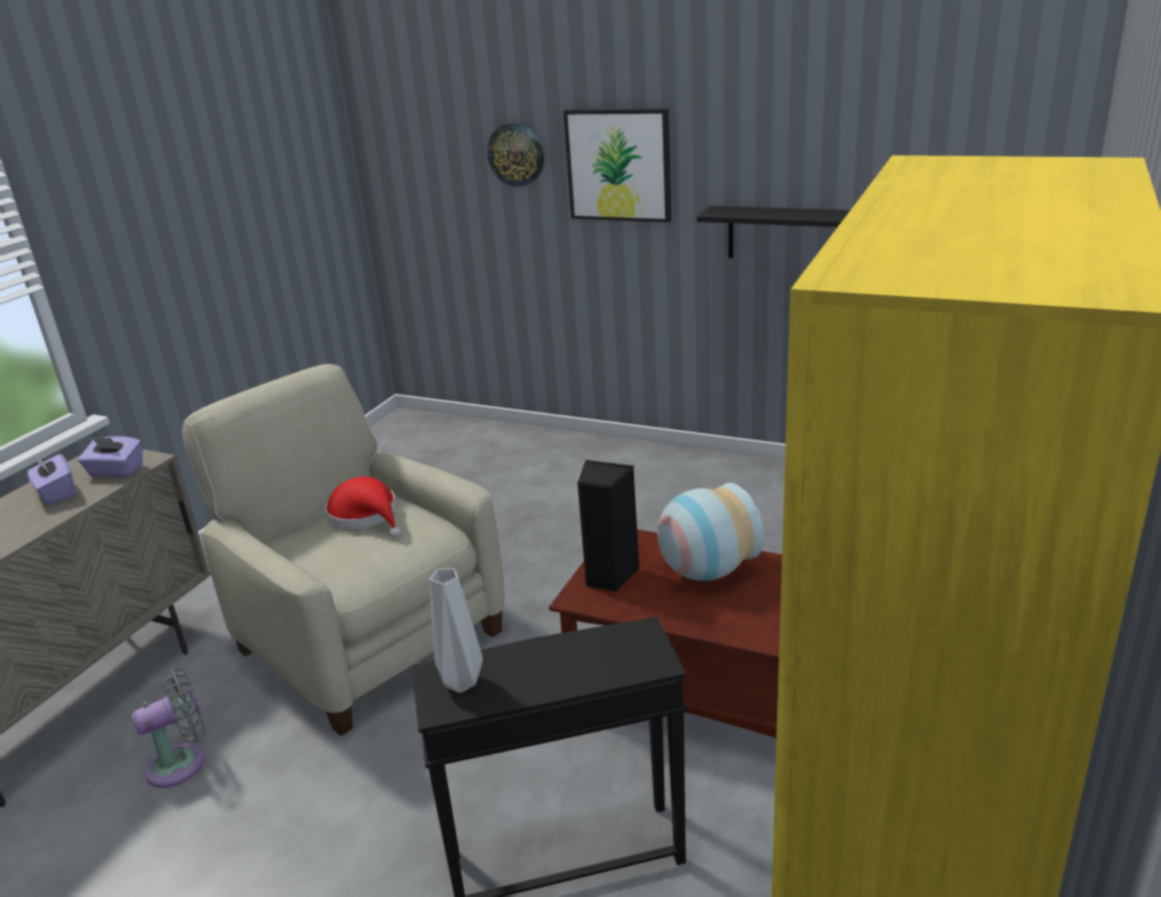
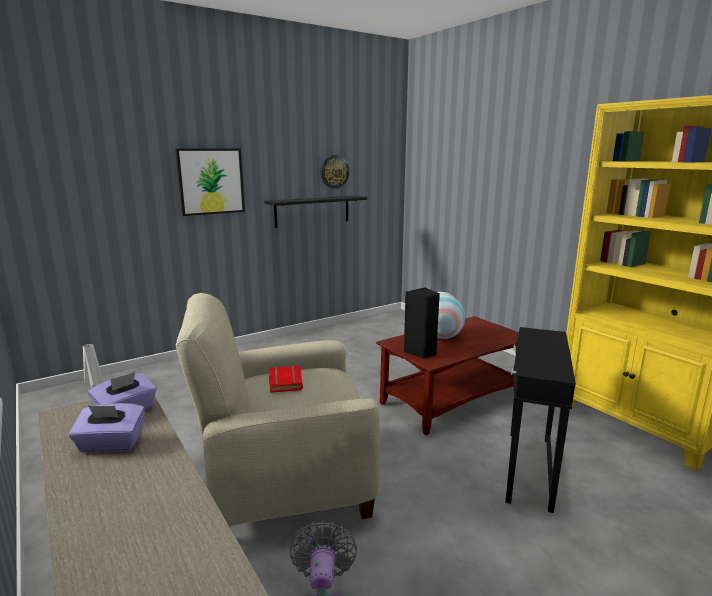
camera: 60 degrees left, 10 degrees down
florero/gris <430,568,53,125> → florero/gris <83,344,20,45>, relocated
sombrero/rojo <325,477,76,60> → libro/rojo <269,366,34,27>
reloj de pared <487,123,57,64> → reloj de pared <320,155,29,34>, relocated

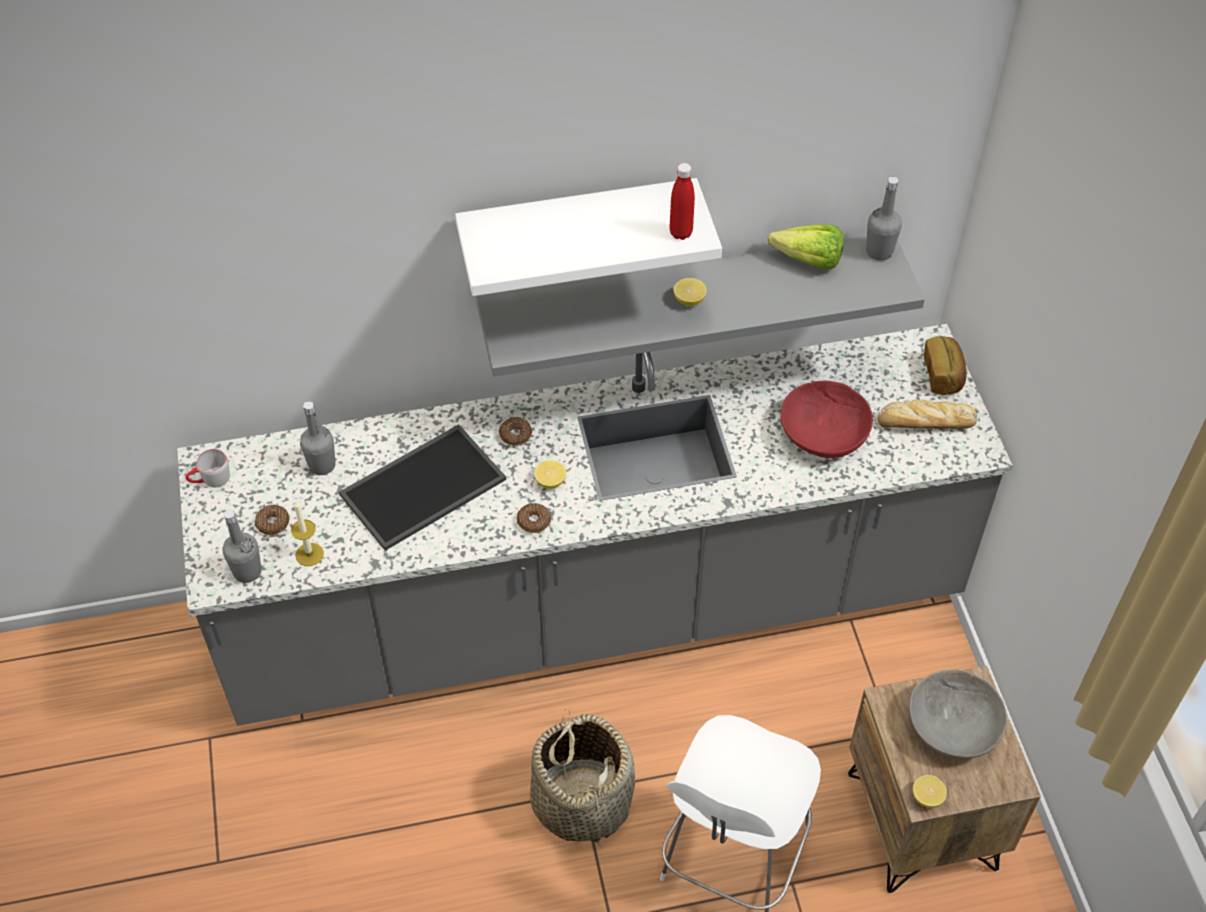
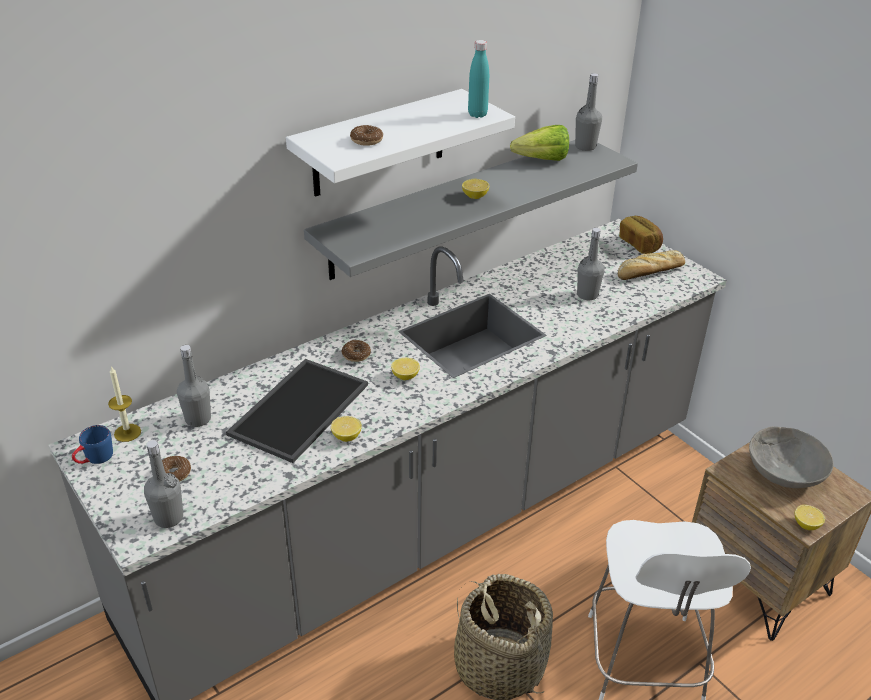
camera: 25 degrees left, 15 degrees down
taza grande/gris <186,449,44,38> → taza grande/azul <72,425,41,39>
vela <291,501,33,65> → vela <108,366,33,76>, relocated
- → limón <331,416,31,26>
rosquilla <517,503,34,30> → rosquilla <350,125,33,21>, relocated
botella/rojo <669,163,26,77> → botella/turquesa <468,40,21,78>
cuenco/rojo <780,381,93,77> → botella/gris <577,228,27,72>

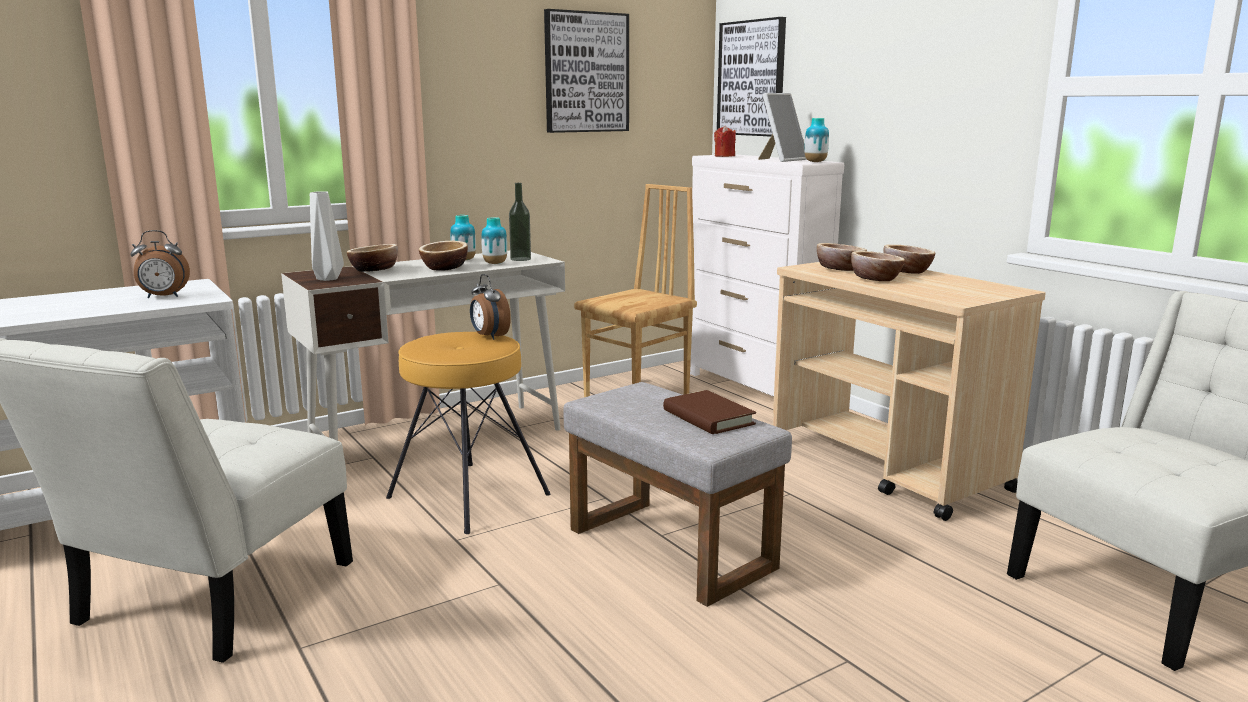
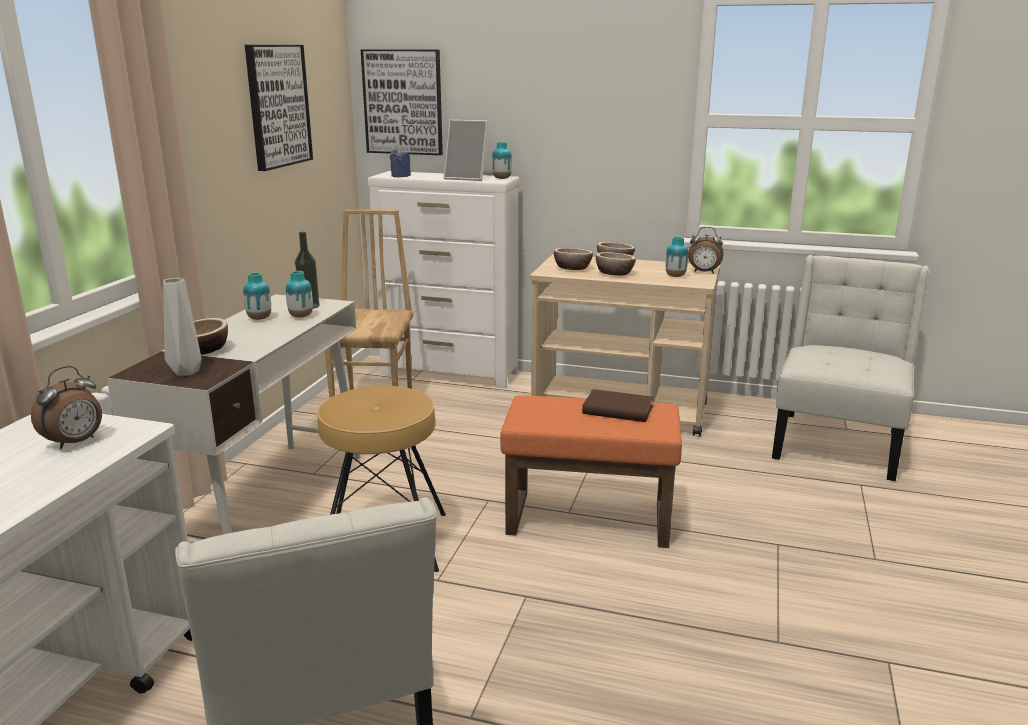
camera: 40 degrees left, 5 degrees up
vela/rojo <714,125,22,32> → vela/azul <390,148,21,29>
portarretratos <758,93,48,69> → portarretratos <443,120,45,61>, 105 degrees clockwise
puf/gris <563,382,229,225> → puf/naranja <500,395,182,153>
- → florero <666,237,22,40>
despertador <470,274,41,66> → despertador <688,227,36,47>, relocated
cuenco <419,241,49,30> → -

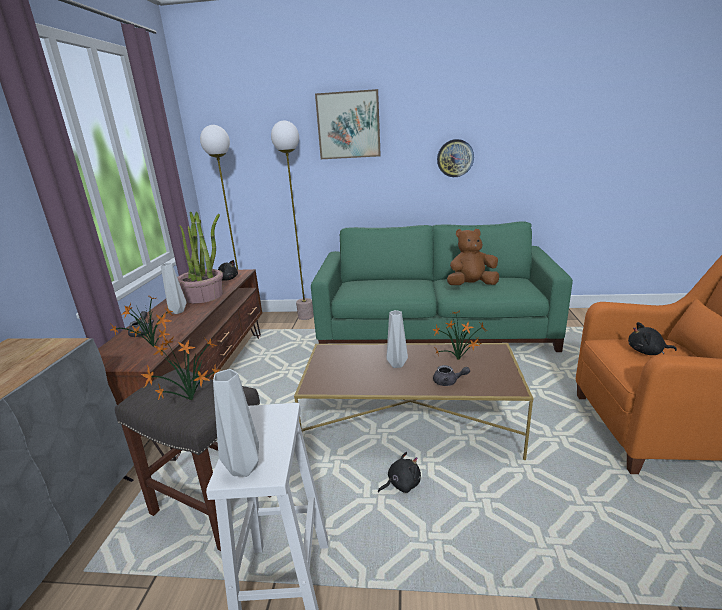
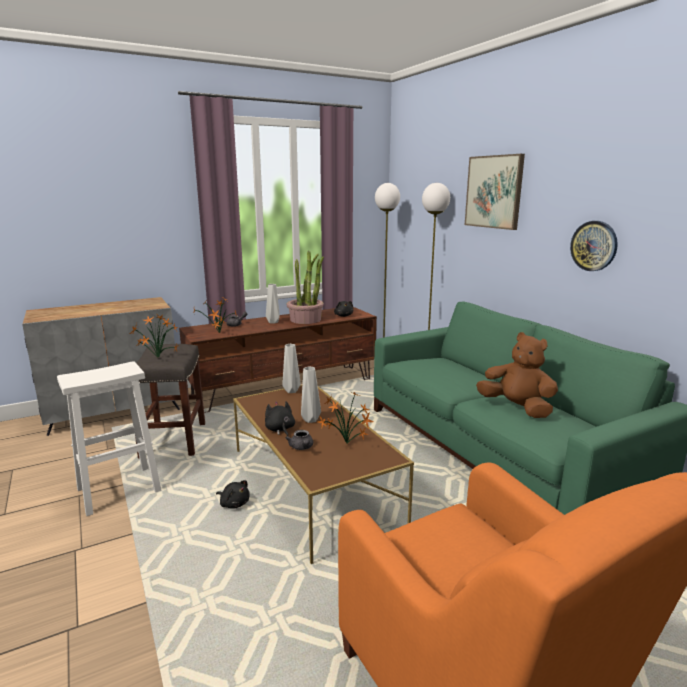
camera: 55 degrees right, 5 degrees down
peluche/negro <628,322,49,33> → peluche/negro <265,401,30,36>, relocated
florero/gris <213,369,46,108> → florero/gris <282,344,19,49>, relocated

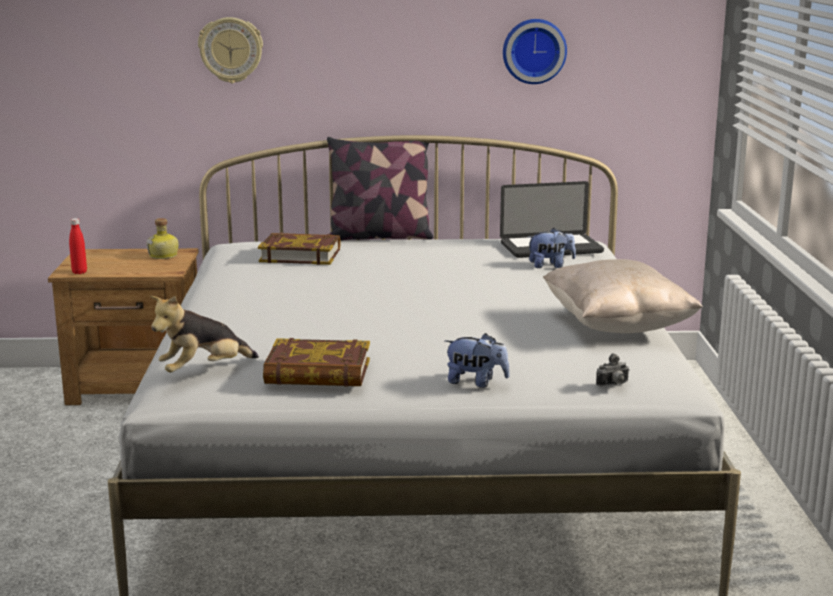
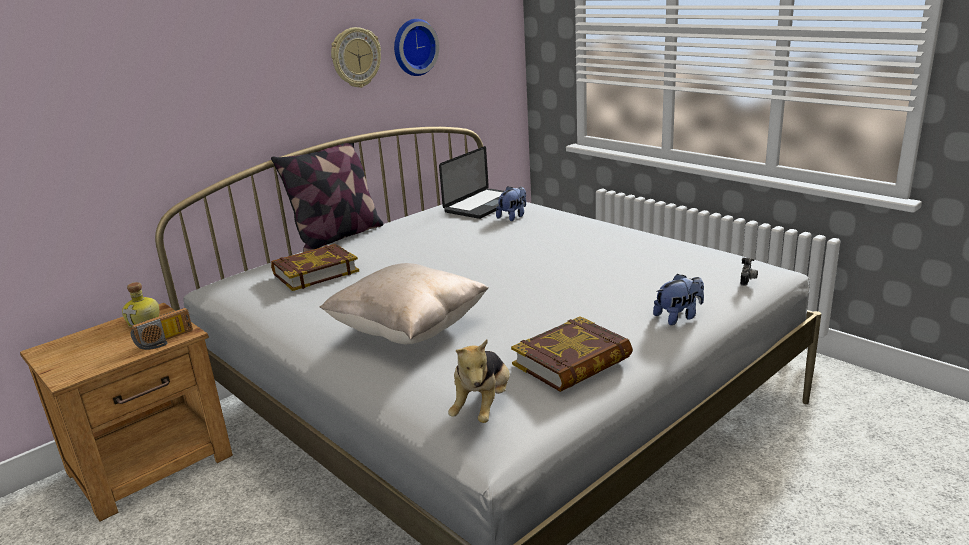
camera: 40 degrees left, 5 degrees up
- → radio <131,308,62,42>
cojín/beis <543,259,160,74> → cojín/beis <320,263,169,82>, relocated
reloj de pared <198,17,65,66> → reloj de pared <331,27,50,61>, relocated
botella/rojo <69,218,18,56> → -

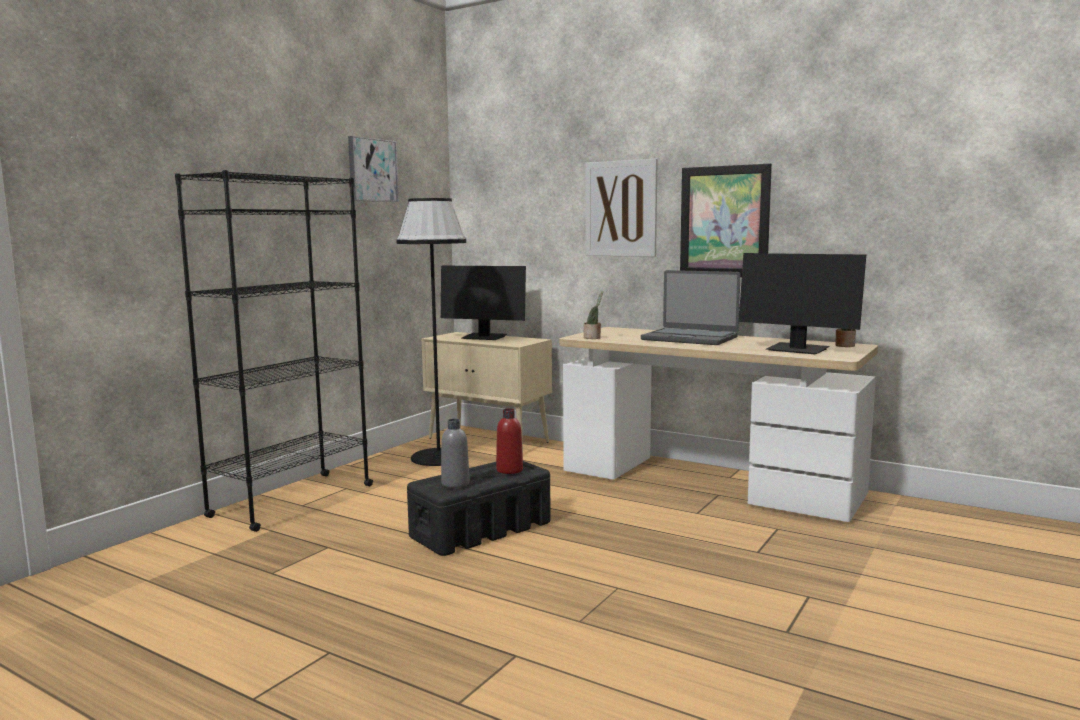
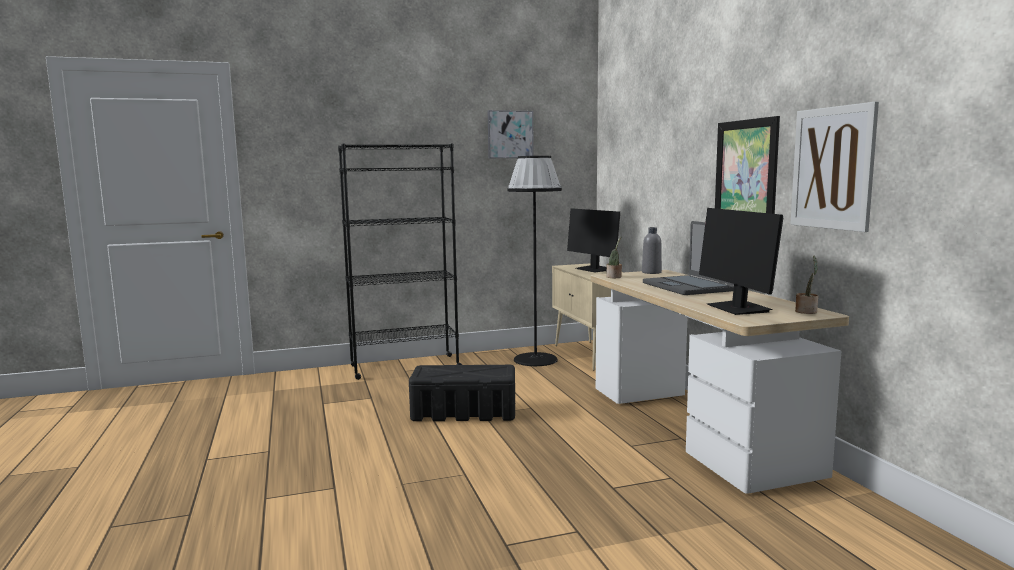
camera: 40 degrees right, 0 degrees up
botella/gris <441,419,29,69> → botella/gris <642,227,20,47>, relocated
cuadro <585,159,73,98> → cuadro <790,102,89,130>, relocated
botella/rojo <496,408,27,66> → -

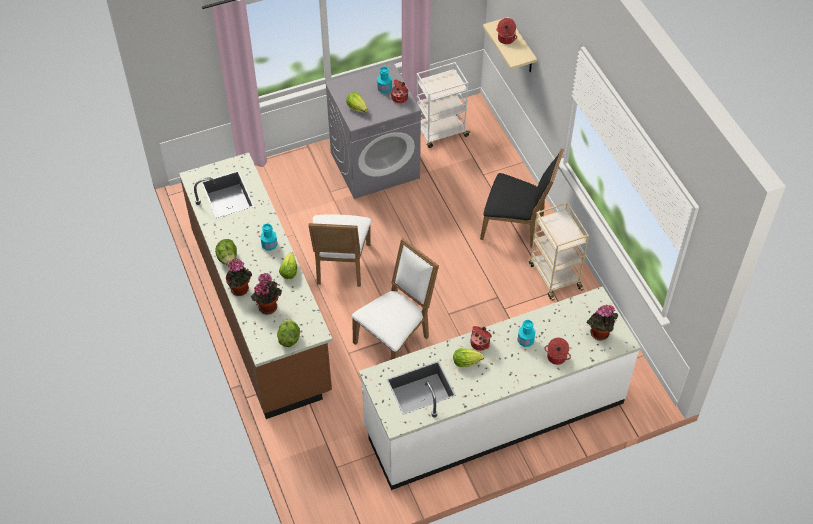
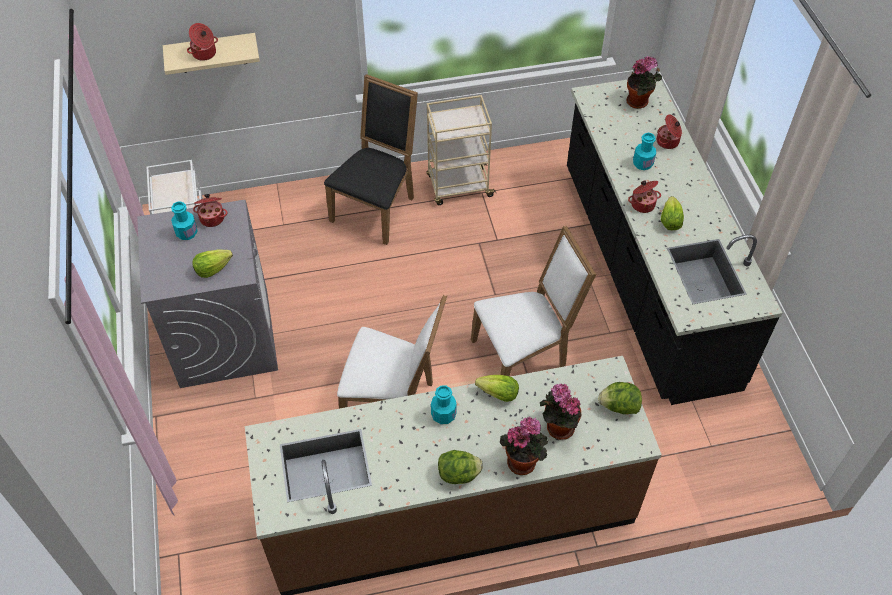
camera: 80 degrees left, 0 degrees up
silla/blanco <352,239,87,121> → silla/blanco <471,226,125,150>, 105 degrees clockwise
mueble bajo de cocina/blanco <359,286,282,204> → mueble bajo de cocina/negro <567,80,215,325>

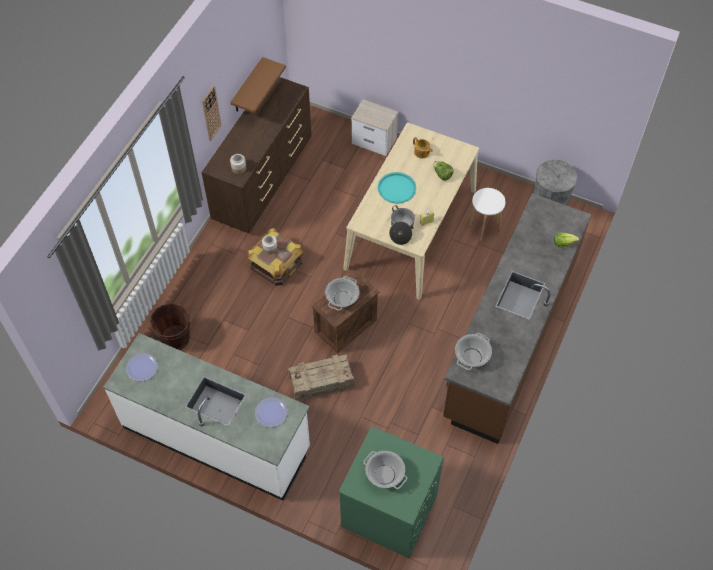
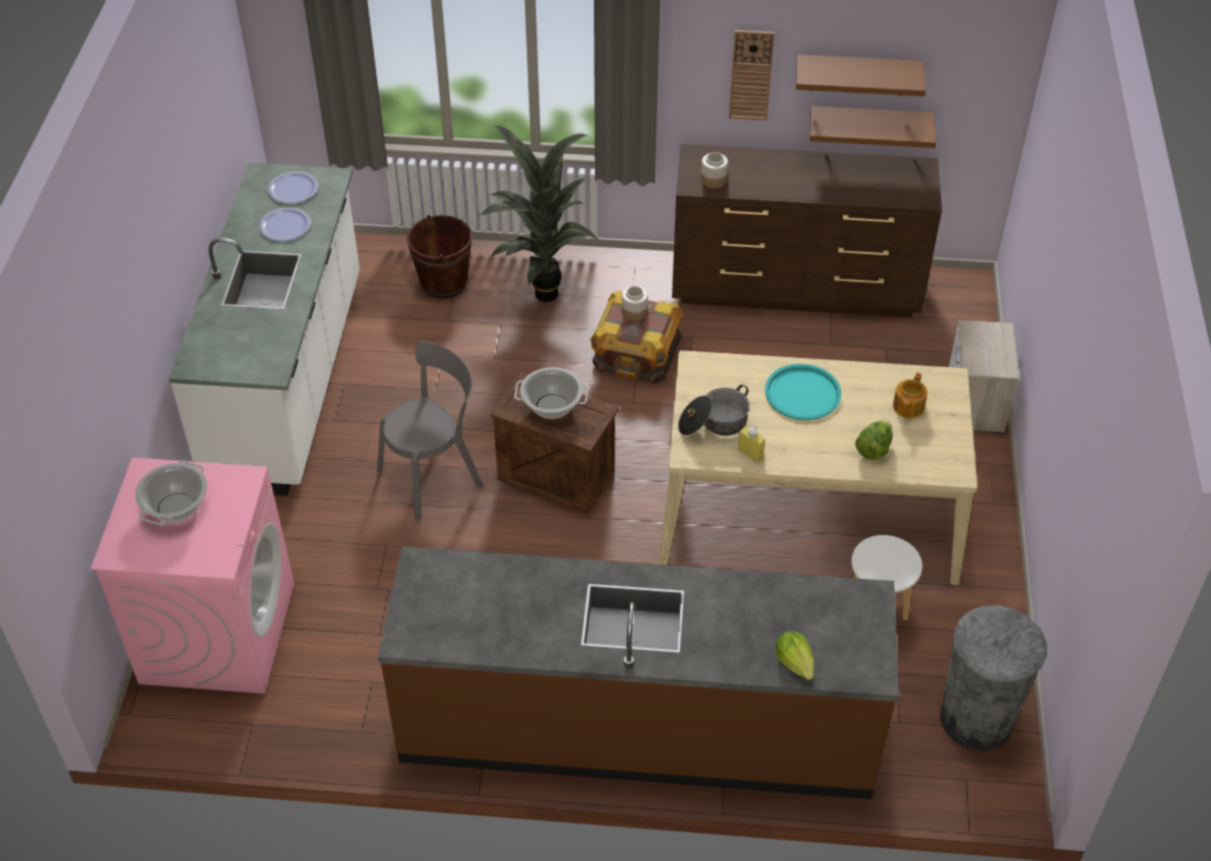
camera: 70 degrees right, 10 degrees down
lavadora/verde <339,426,105,132> → lavadora/rosa <91,457,203,237>
plato <255,397,33,30> → plato <259,207,52,35>, relocated
caja de embalaje <288,354,66,46> → silla/gris <377,341,107,179>
- → planta en maceta <481,126,118,176>
- → estante/marrón <796,54,130,42>
olla <455,333,37,37> → -

